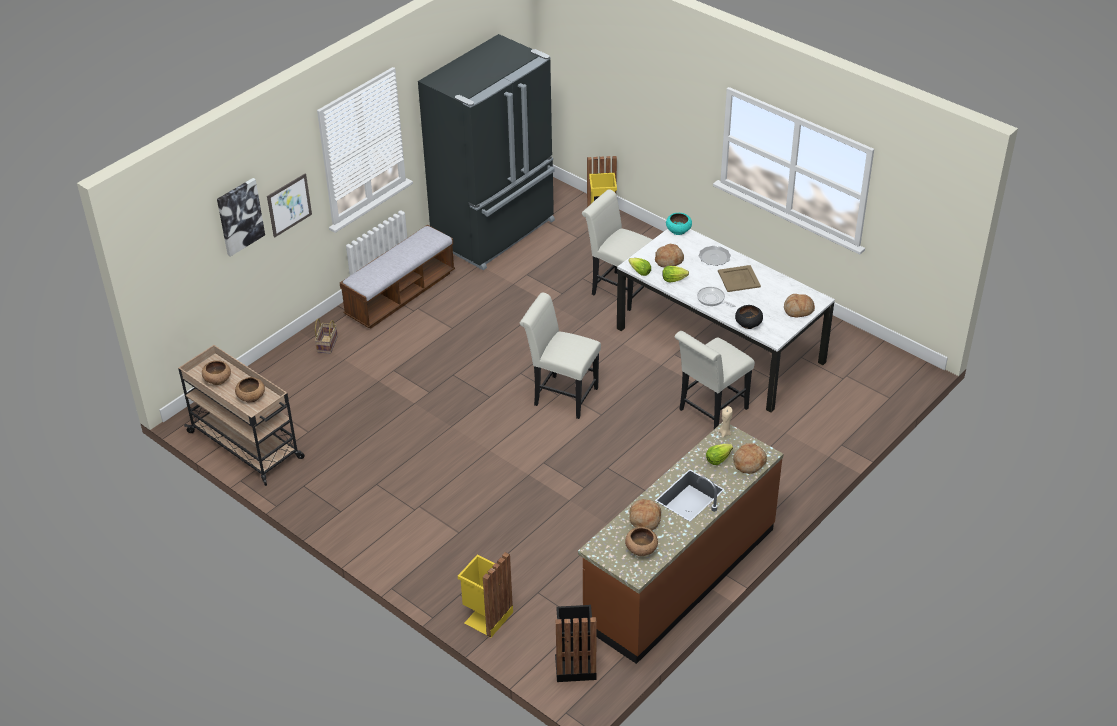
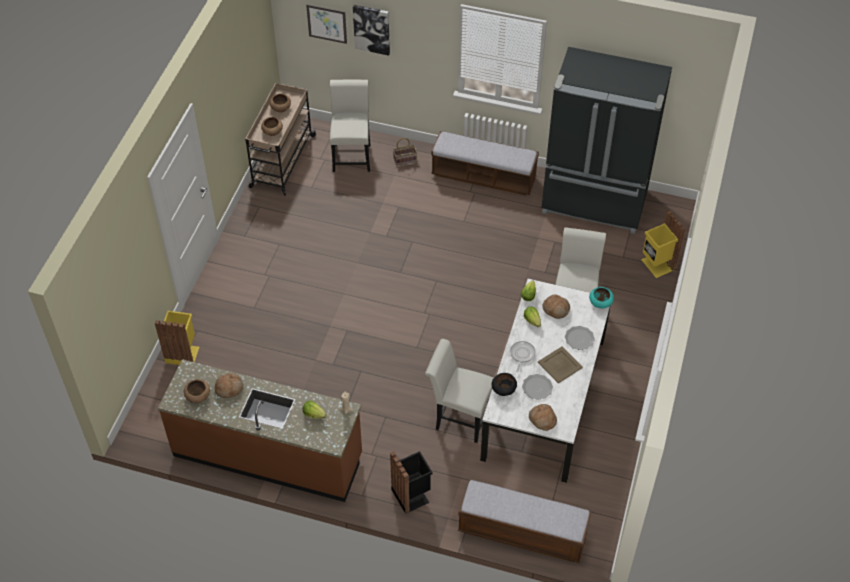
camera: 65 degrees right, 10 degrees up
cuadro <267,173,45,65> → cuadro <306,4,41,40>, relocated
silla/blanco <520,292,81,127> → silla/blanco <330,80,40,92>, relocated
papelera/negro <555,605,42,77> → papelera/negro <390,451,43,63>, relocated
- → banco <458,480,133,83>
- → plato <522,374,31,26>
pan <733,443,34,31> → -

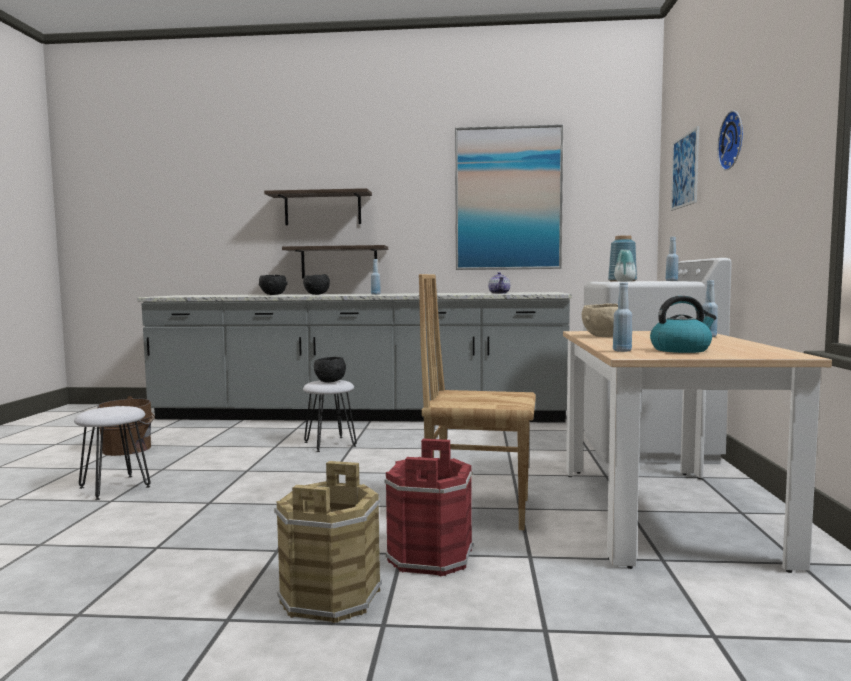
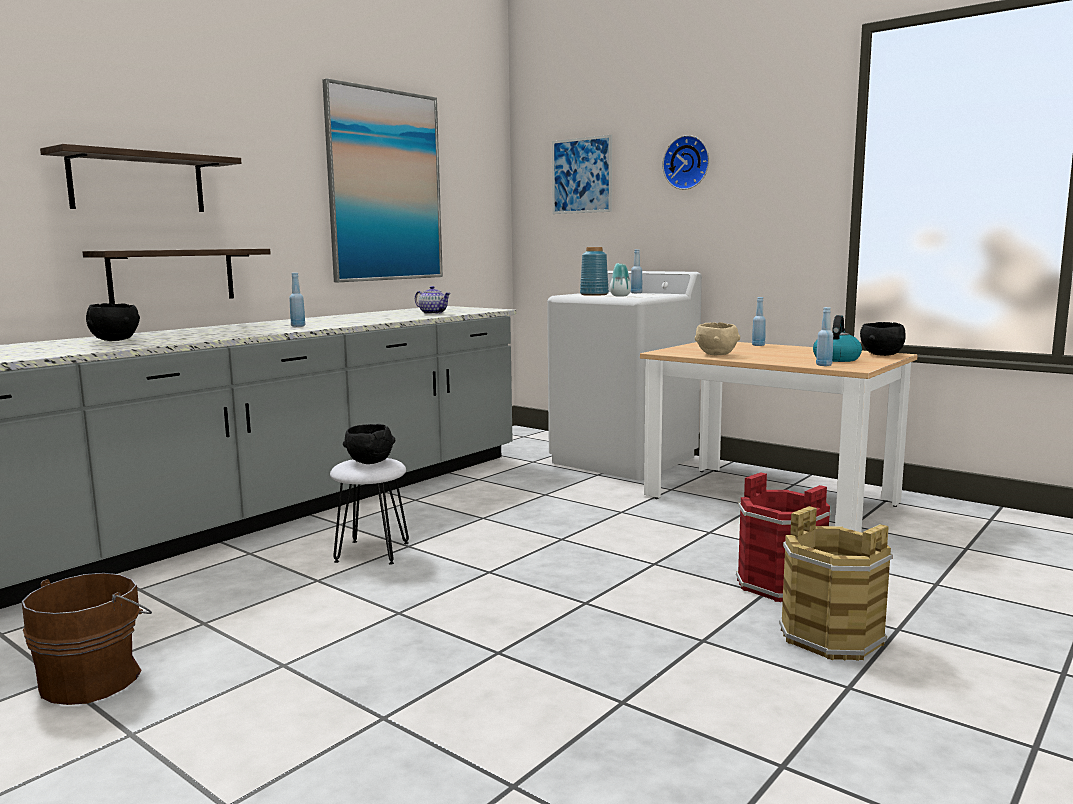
camera: 55 degrees left, 5 degrees up
cuenco/negro <303,274,27,21> → cuenco/negro <860,322,46,34>, relocated
taburete/blanco <74,406,77,94> → -
silla/marrón <419,274,117,256> → -

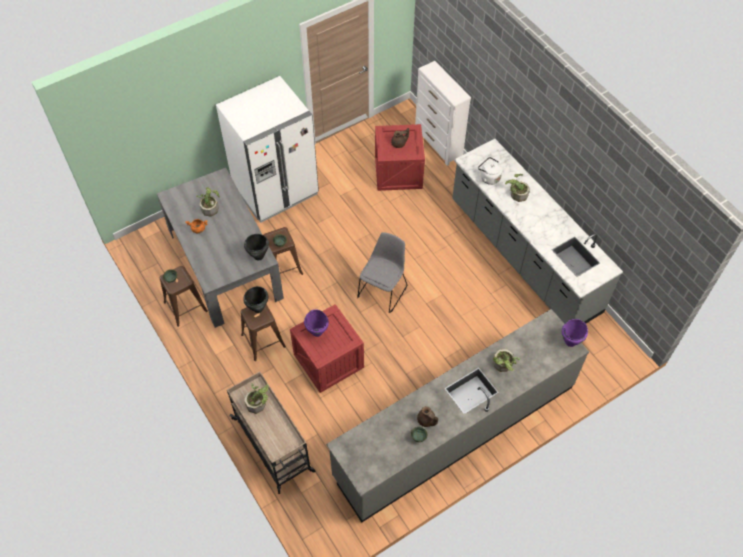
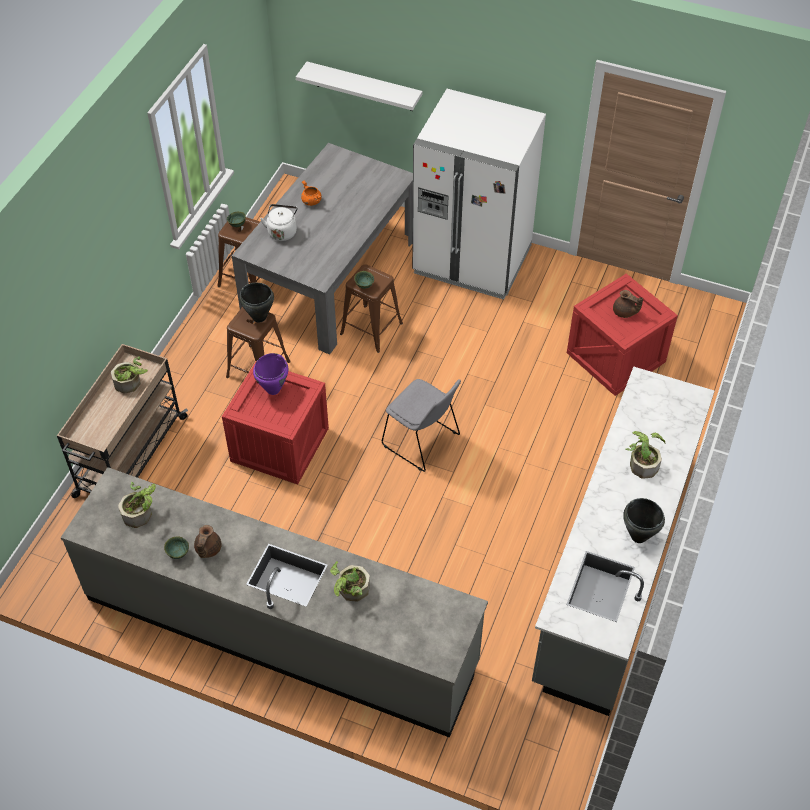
camera: 55 degrees right, 5 degrees down
planta en maceta <196,187,24,29> → planta en maceta <118,482,38,46>, relocated
hervidor/blanco <478,157,24,28> → hervidor/blanco <260,204,37,37>, relocated
- → estante/blanco <296,62,126,49>
silla/gris <357,232,50,81> → silla/gris <382,379,79,93>, 45 degrees clockwise
olla/negro <244,234,25,26> → olla/negro <623,498,42,45>, relocated
cómoda/blanco <415,61,56,105> → -
olla/morado <562,319,26,28> → -

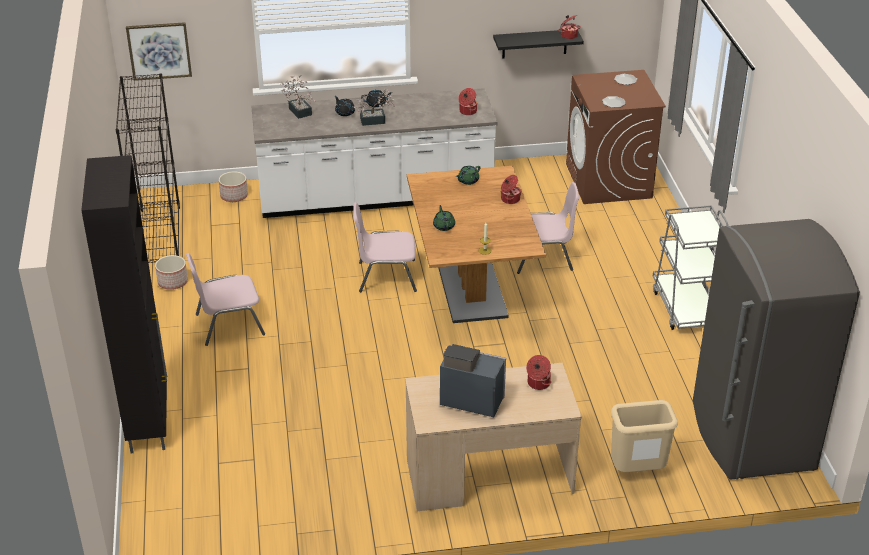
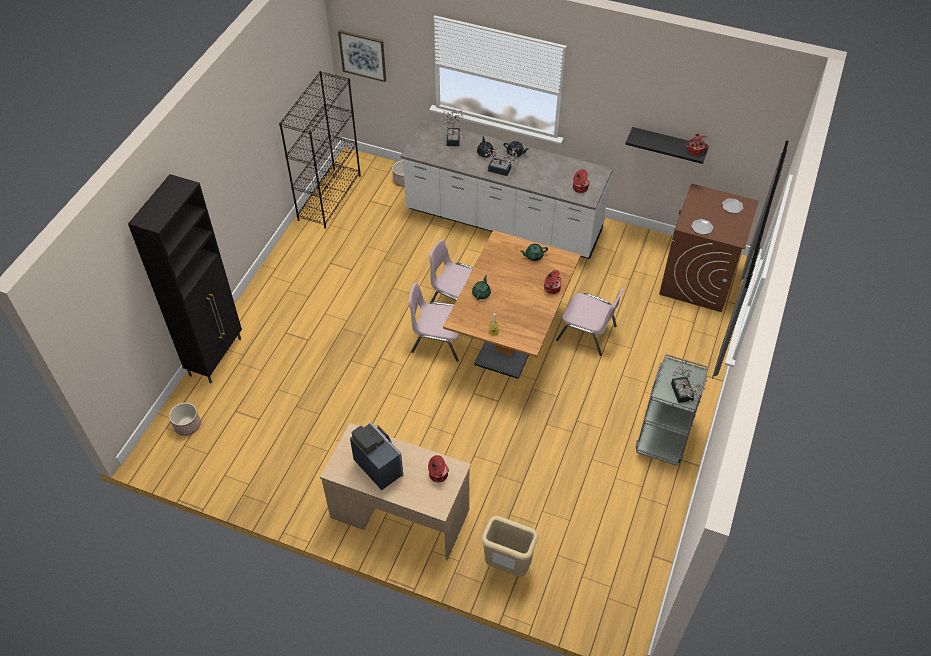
camera: 30 degrees right, 15 degrees up
maceta <155,255,33,35> → maceta <169,403,32,33>, relocated
silla/rosa <186,253,79,93> → silla/rosa <408,283,53,79>, relocated
- → planta en maceta <669,365,36,38>
nevera/gris <693,219,167,261> → -

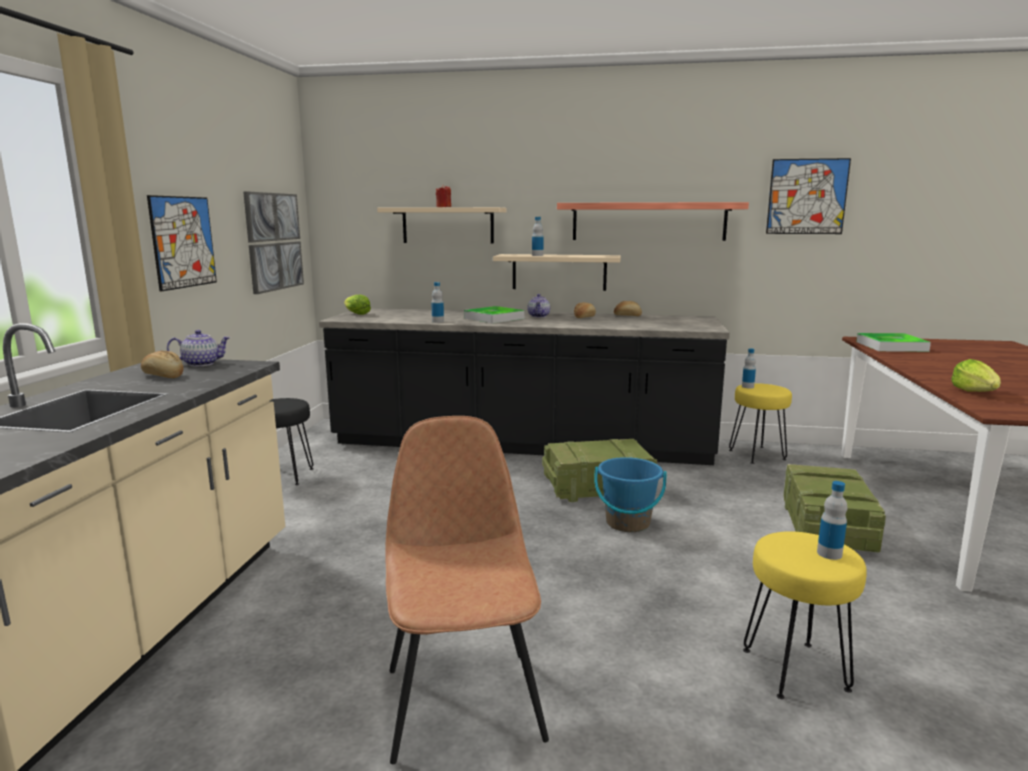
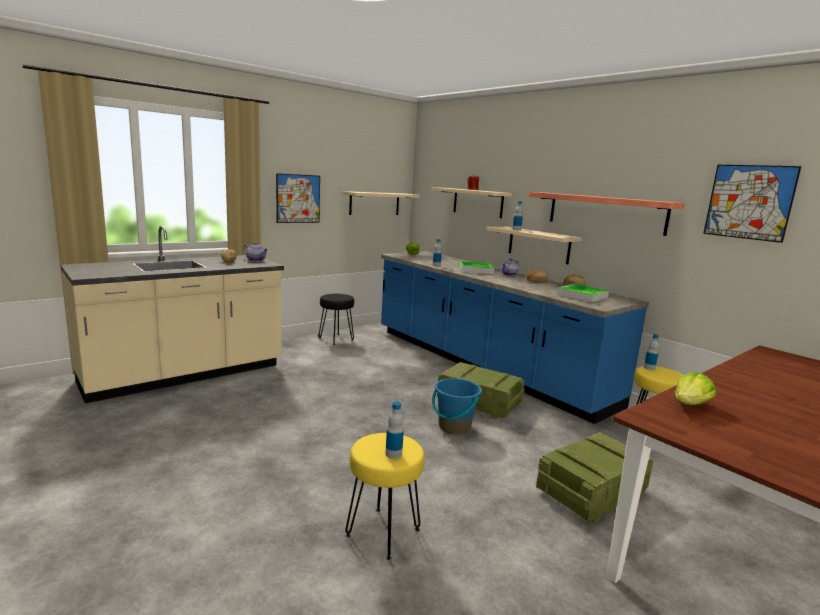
camera: 40 degrees right, 0 degrees up
cuadro <243,191,61,103> → estante/beis <343,191,77,24>
mueble bajo de cocina/negro <319,308,411,157> → mueble bajo de cocina/azul <381,251,268,173>
bandeja <856,333,75,19> → bandeja <557,284,52,19>, relocated
silla/marrón <385,416,164,348> → -

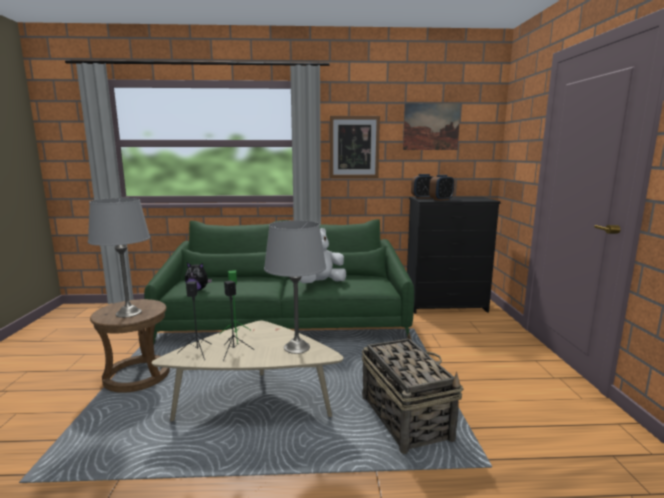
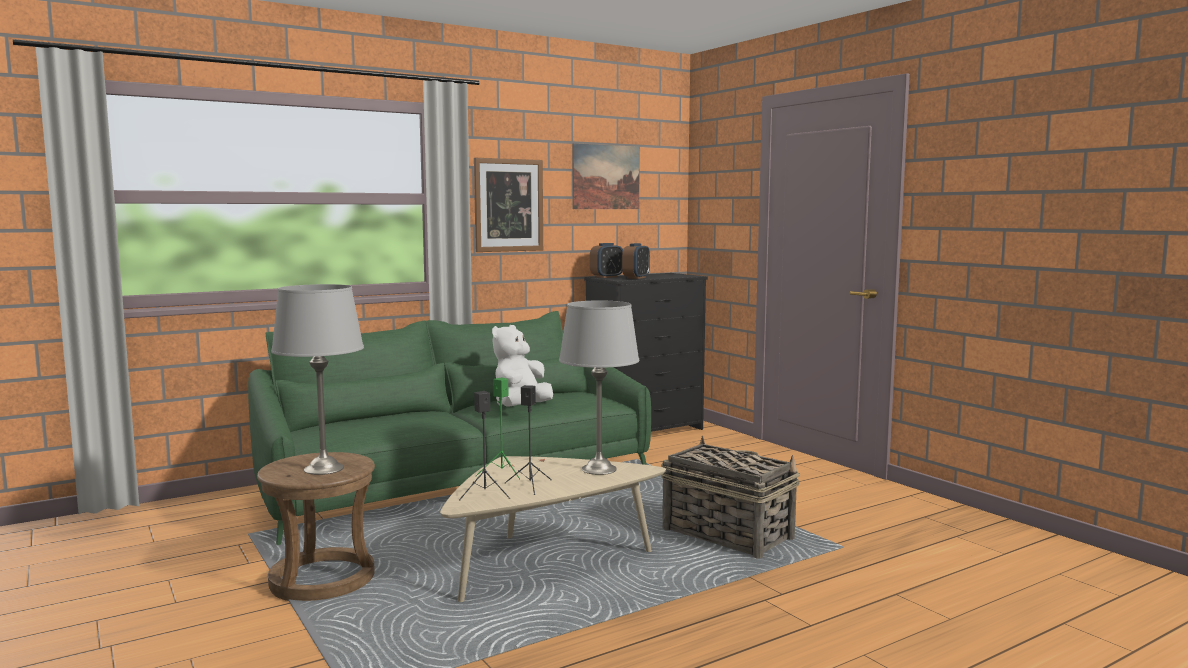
camera: 30 degrees left, 5 degrees down
peluche <185,263,27,28> → -

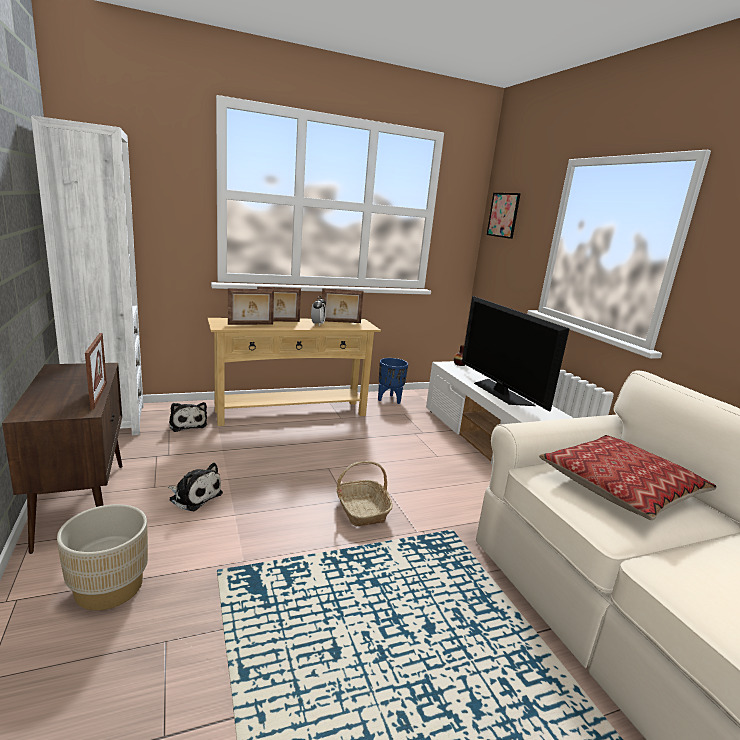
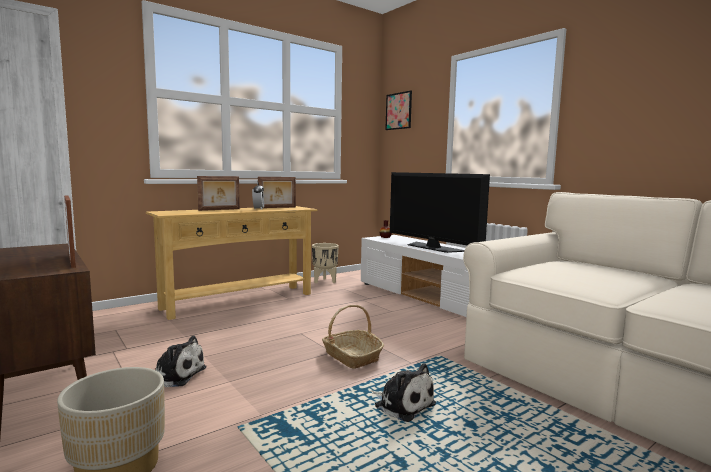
camera: 15 degrees left, 10 degrees down
maceta/azul <378,358,30,46> → maceta/beis <312,243,27,40>
peluche <169,402,38,30> → peluche <371,363,65,59>, relocated
portarretratos <228,288,46,37> → -
cojín <539,435,178,85> → -

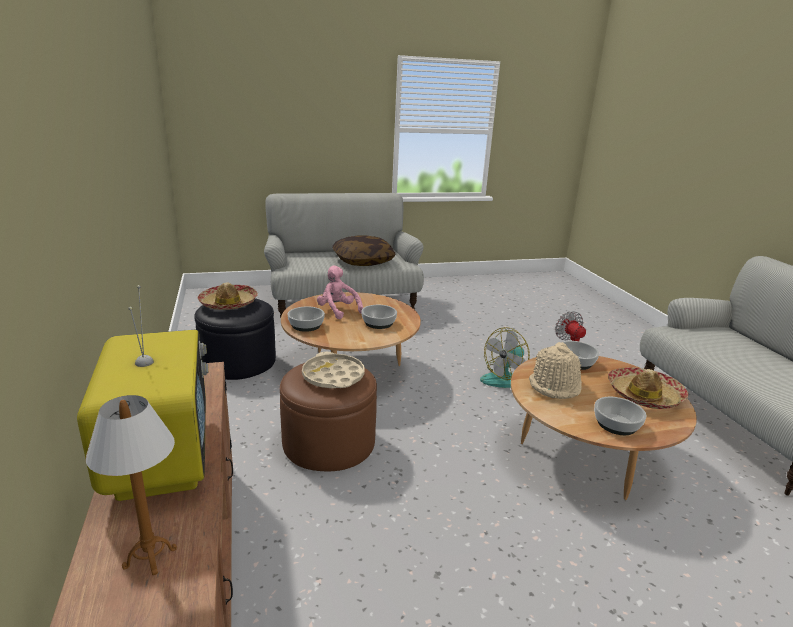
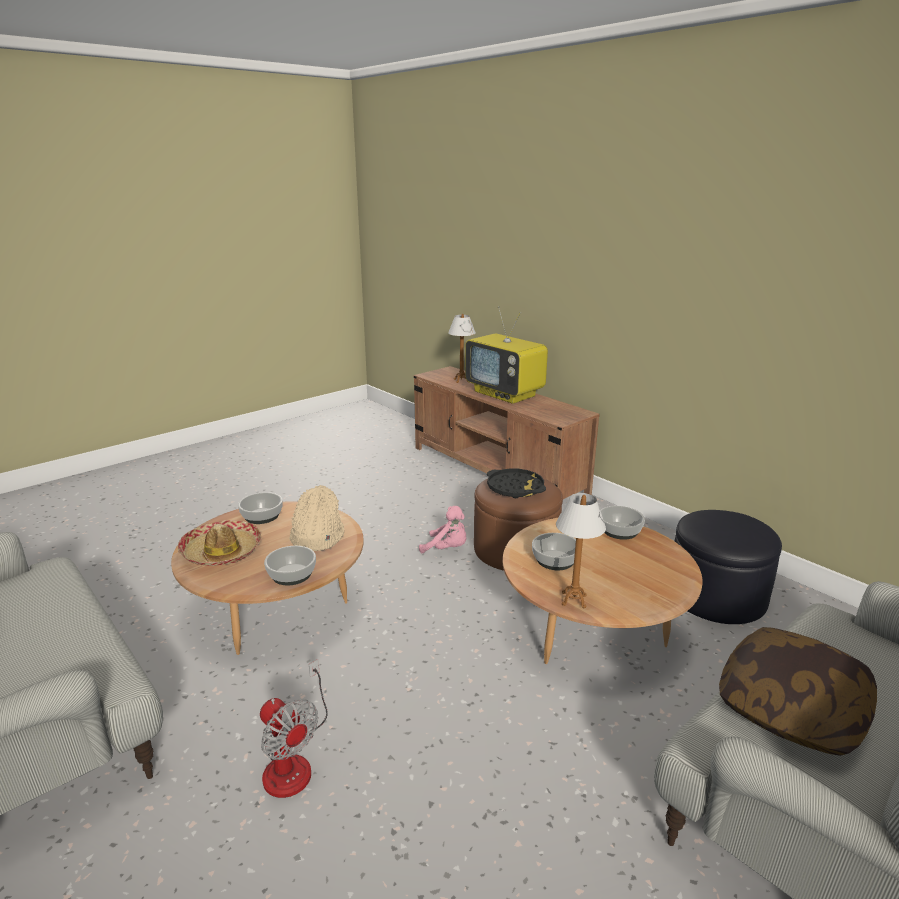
camera: 155 degrees right, 0 degrees up
peluche/rosa <317,265,46,54> → peluche/rosa <419,506,47,47>, relocated
bandeja/beis <302,352,62,36> → bandeja/negro <487,469,59,29>
- → lámpara de mesa <556,493,50,116>
sombrero <198,282,60,28> → -
ventilador <480,327,50,61> → -

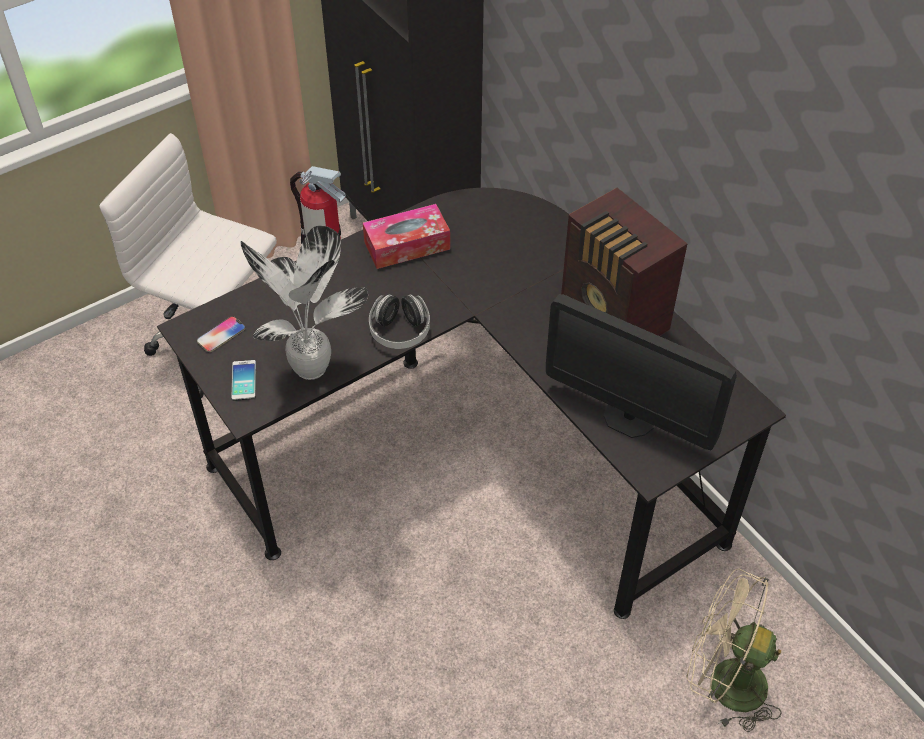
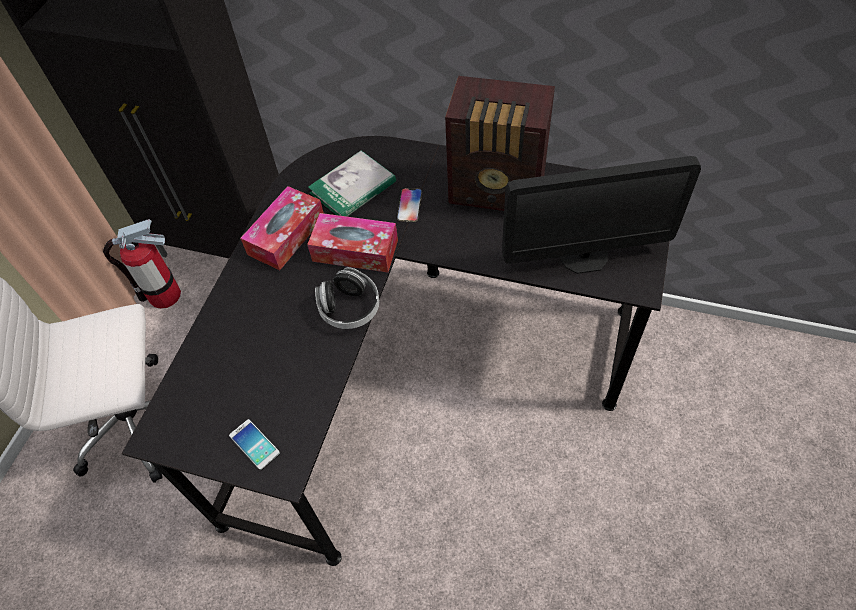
camera: 35 degrees left, 5 degrees up
- → caja de pañuelos <307,213,91,59>
- → libro <308,151,88,66>
móvil <197,316,49,36> → móvil <397,188,25,34>, relocated
planta en maceta <241,226,127,154> → -
ventilador/beis <686,568,96,164> → -

